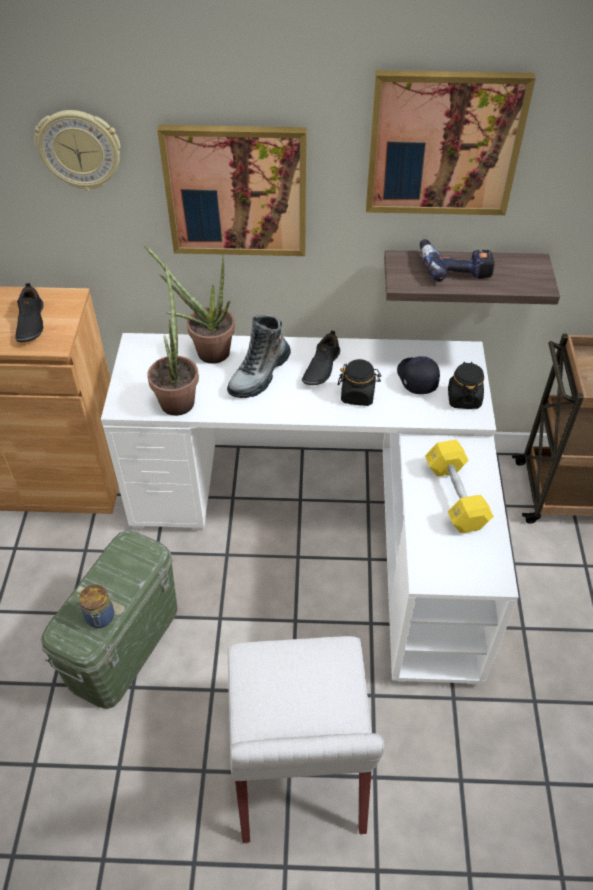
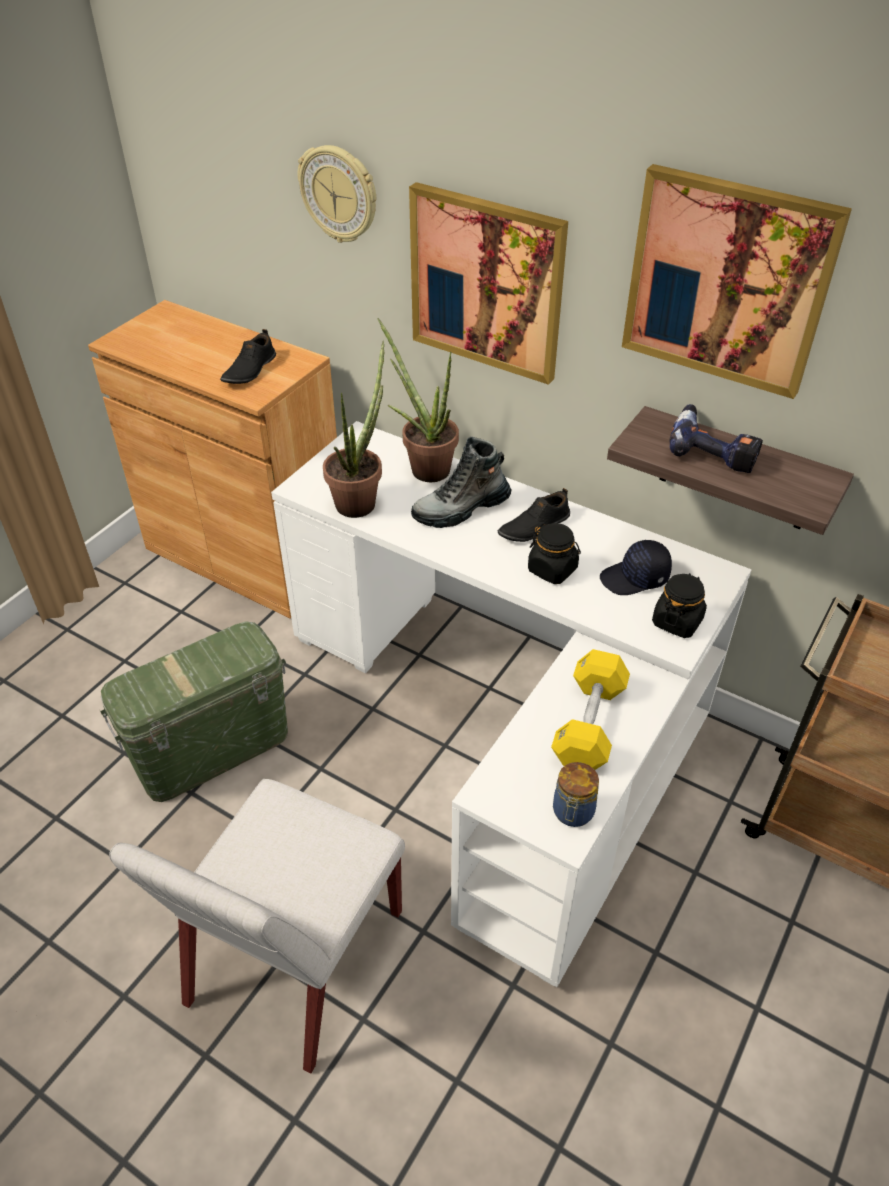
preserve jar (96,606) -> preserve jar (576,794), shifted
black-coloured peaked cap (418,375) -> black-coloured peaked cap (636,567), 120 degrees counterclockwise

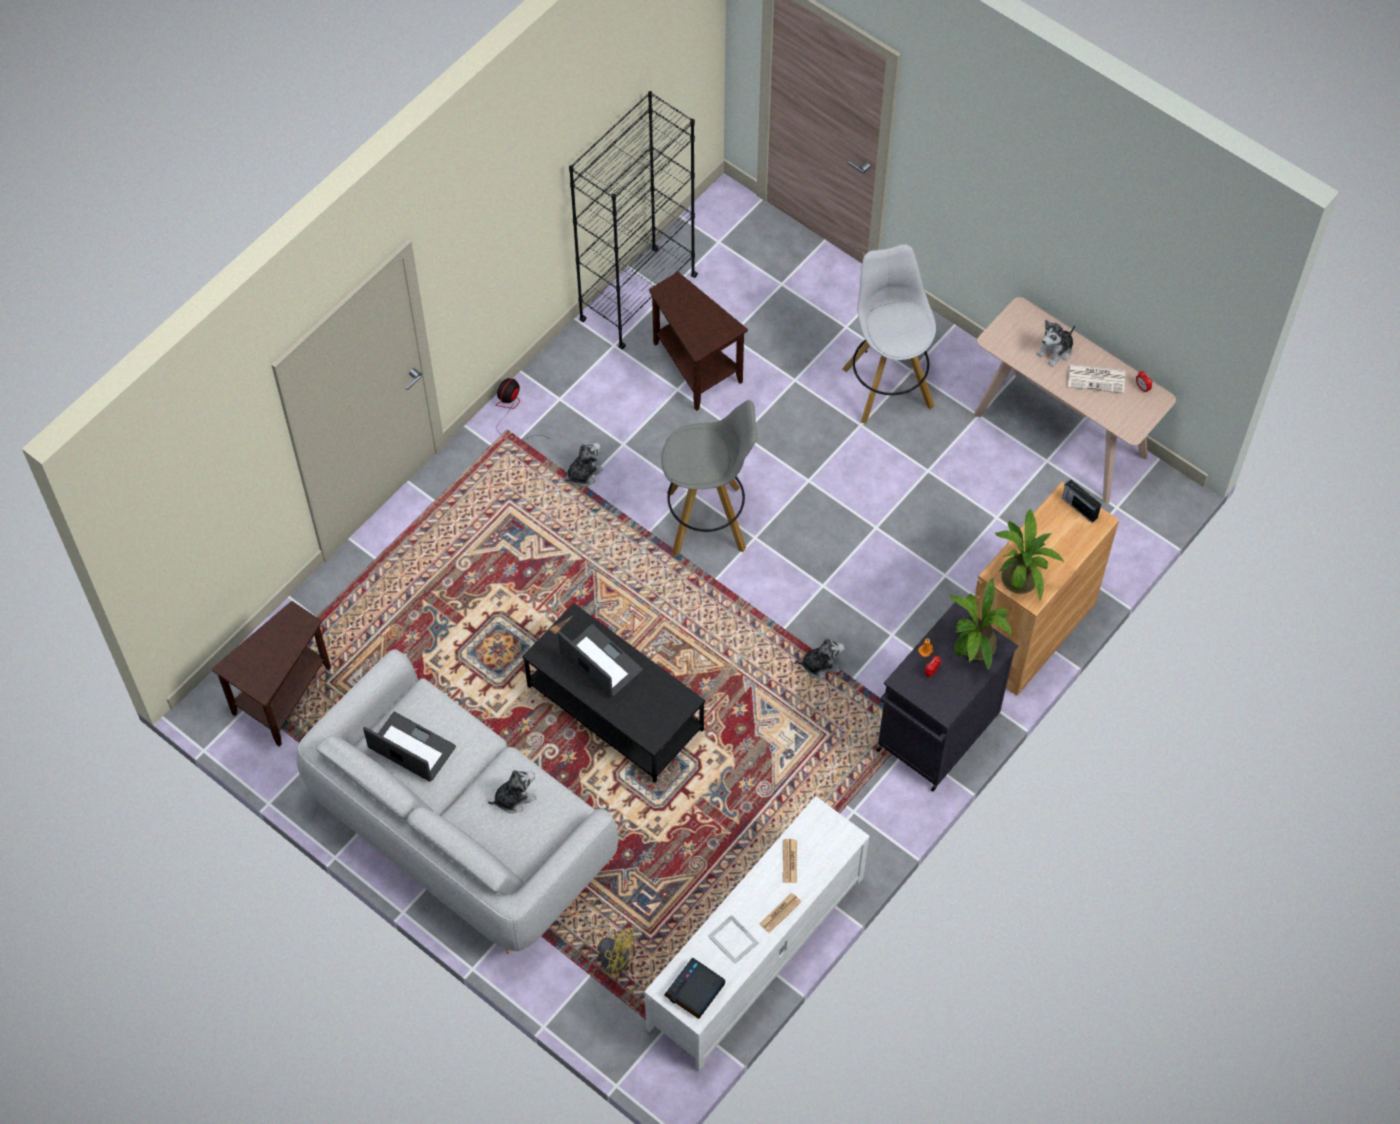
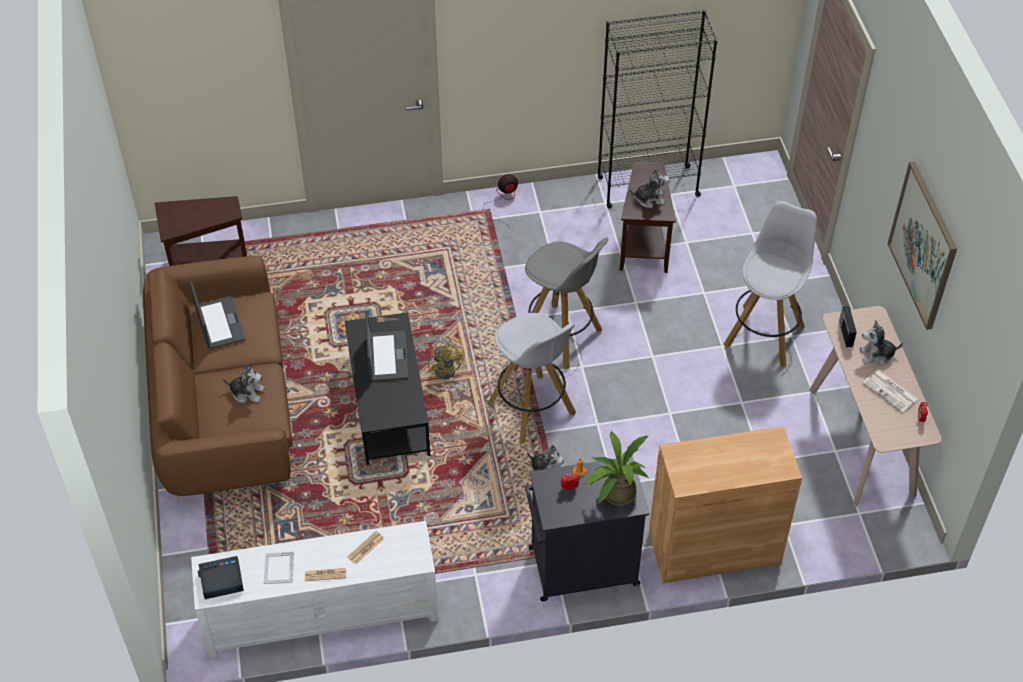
grey couch (457,801) -> brown-coloured couch (218,377)
yellow fan (610,949) -> yellow fan (446,357), shifted
none -> whitish stool seat (531,378)
soft toy (584,465) -> soft toy (650,188), shifted
radio receiver (1081,501) -> radio receiver (848,326), shifted
none -> wall picture (922,245)
houseplant (1029,554) -> none

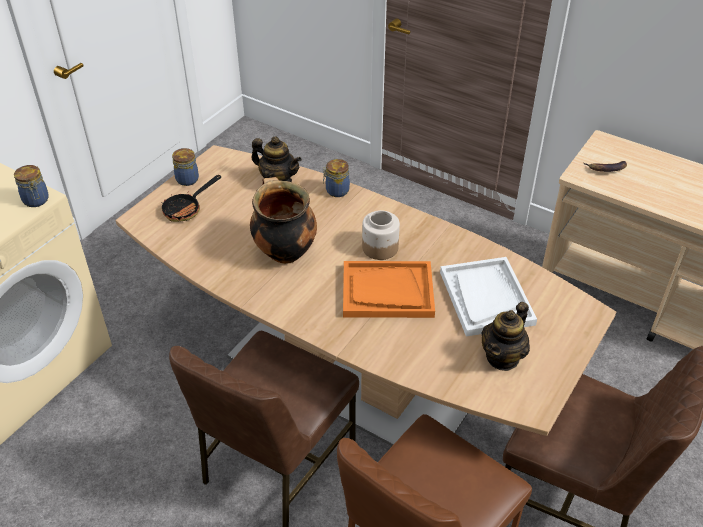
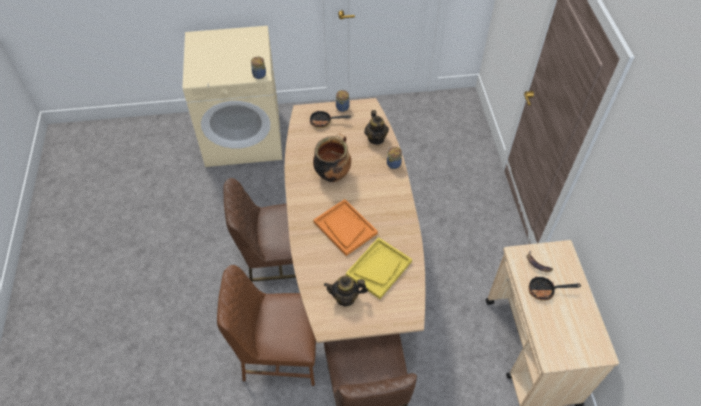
whitish carrying tray (488,297) -> yellow carrying tray (379,268)
none -> frying pan (555,288)
preserve jar (381,235) -> none

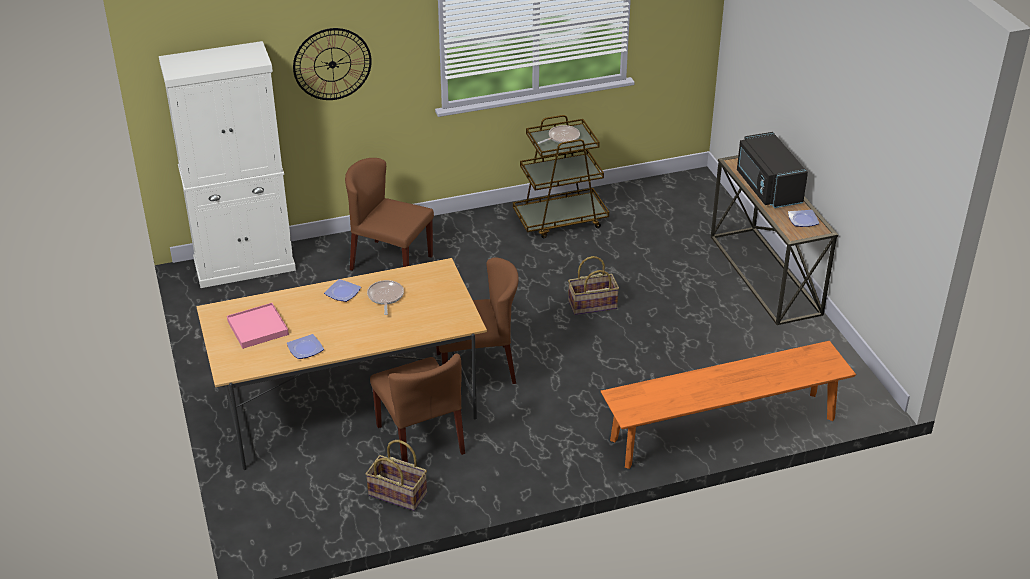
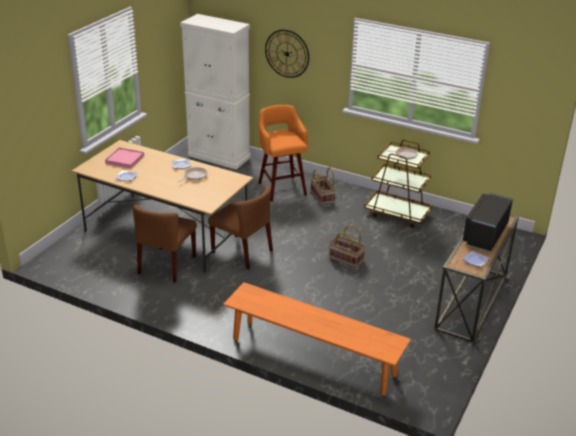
brown-coloured chair (389,214) -> orangey stool seat (283,153)
basket (396,475) -> basket (323,186), shifted

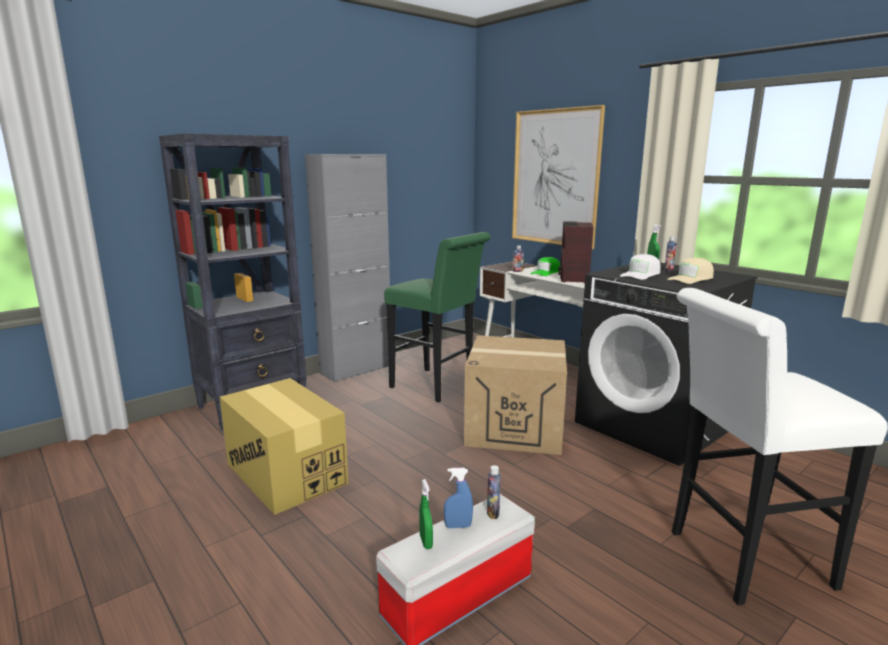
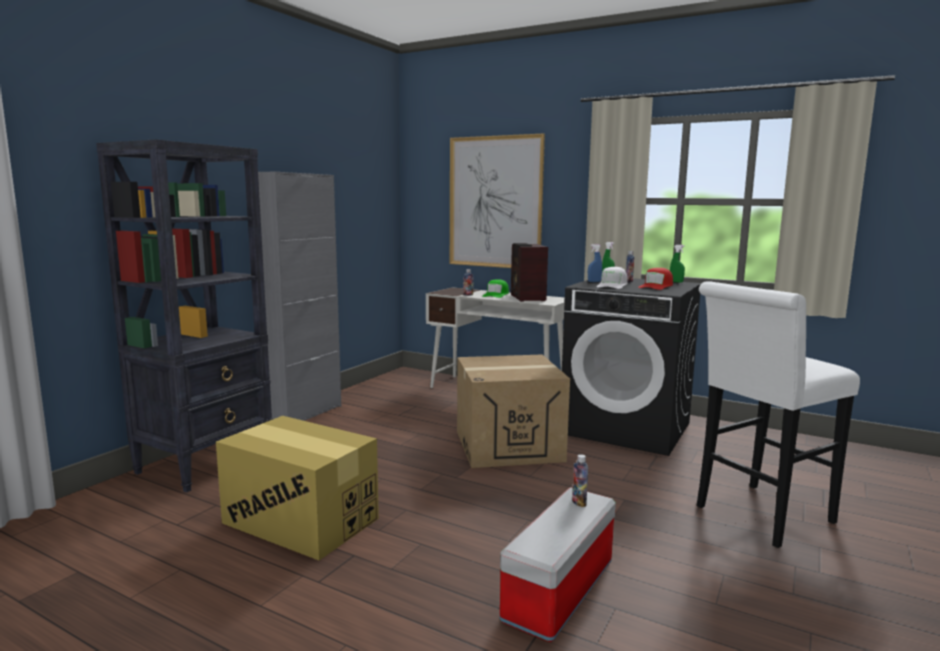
bluish hand sprayer (458,498) -> bluish hand sprayer (595,263), shifted
beige peaked cap (690,271) -> red-coloured peaked cap (655,279)
green hand sprayer (426,514) -> green hand sprayer (677,264), shifted
green stool seat (437,317) -> none

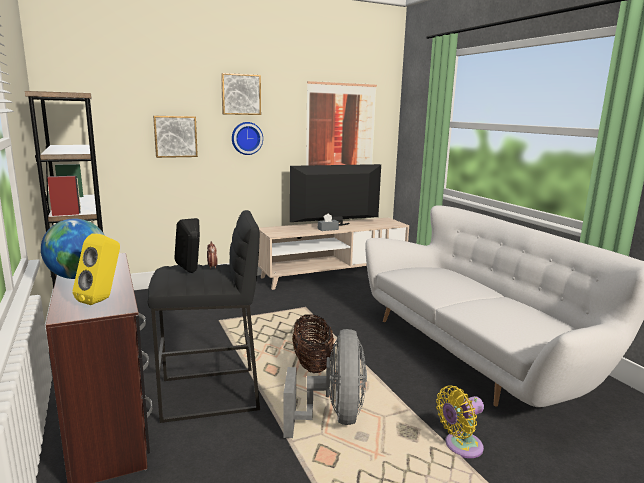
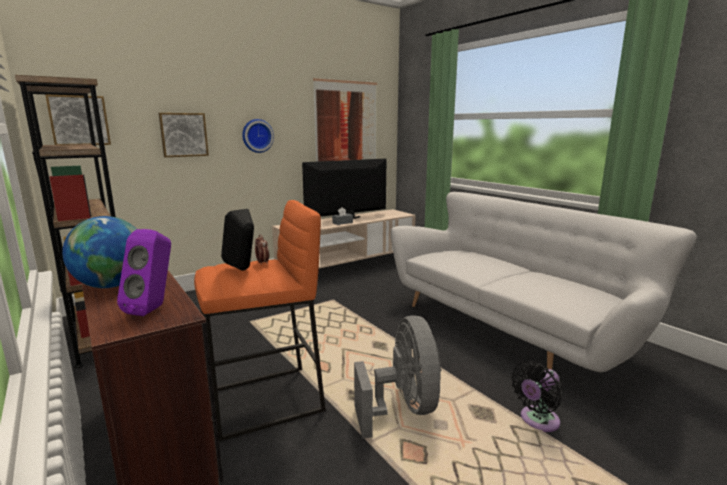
wall picture (241,94) -> wall picture (78,119), shifted
yellow loudspeaker (96,269) -> purplish loudspeaker (144,272)
black-coloured stool seat (204,316) -> orangey stool seat (260,321)
yellow fan (460,421) -> black-coloured fan (536,396)
basket (313,344) -> none

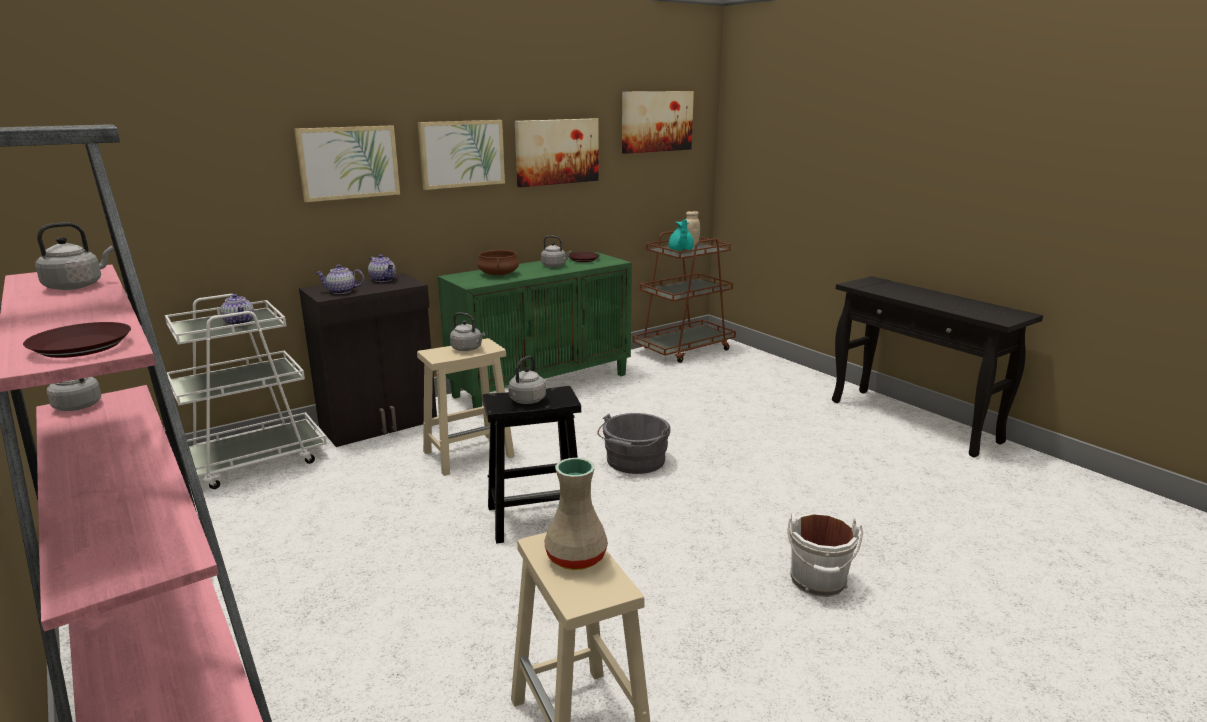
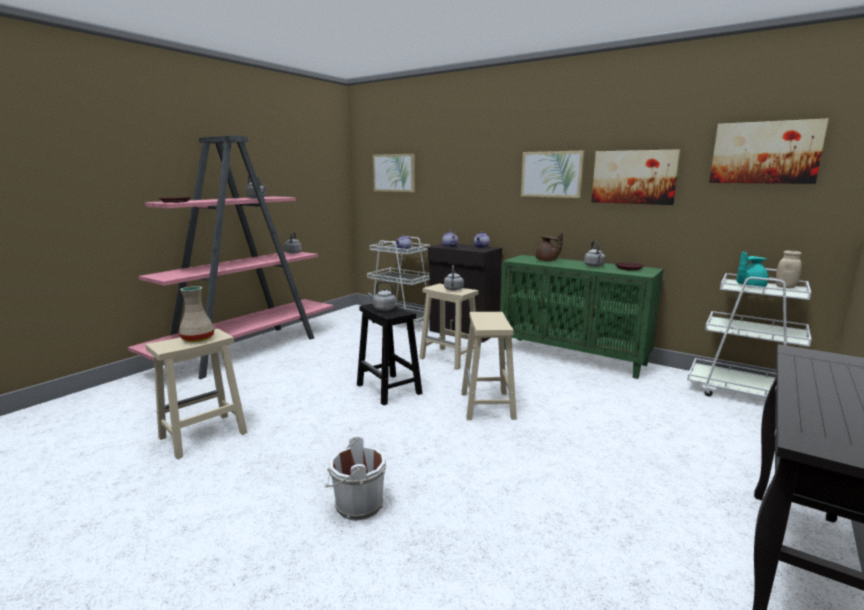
wall picture (347,163) -> wall picture (394,173), shifted
grey water bucket (634,443) -> beige stool seat (489,366)
brown-coloured stockpot (498,262) -> brown-coloured teapot (549,247)
brown-coloured trolley (684,297) -> whitish trolley (749,333)

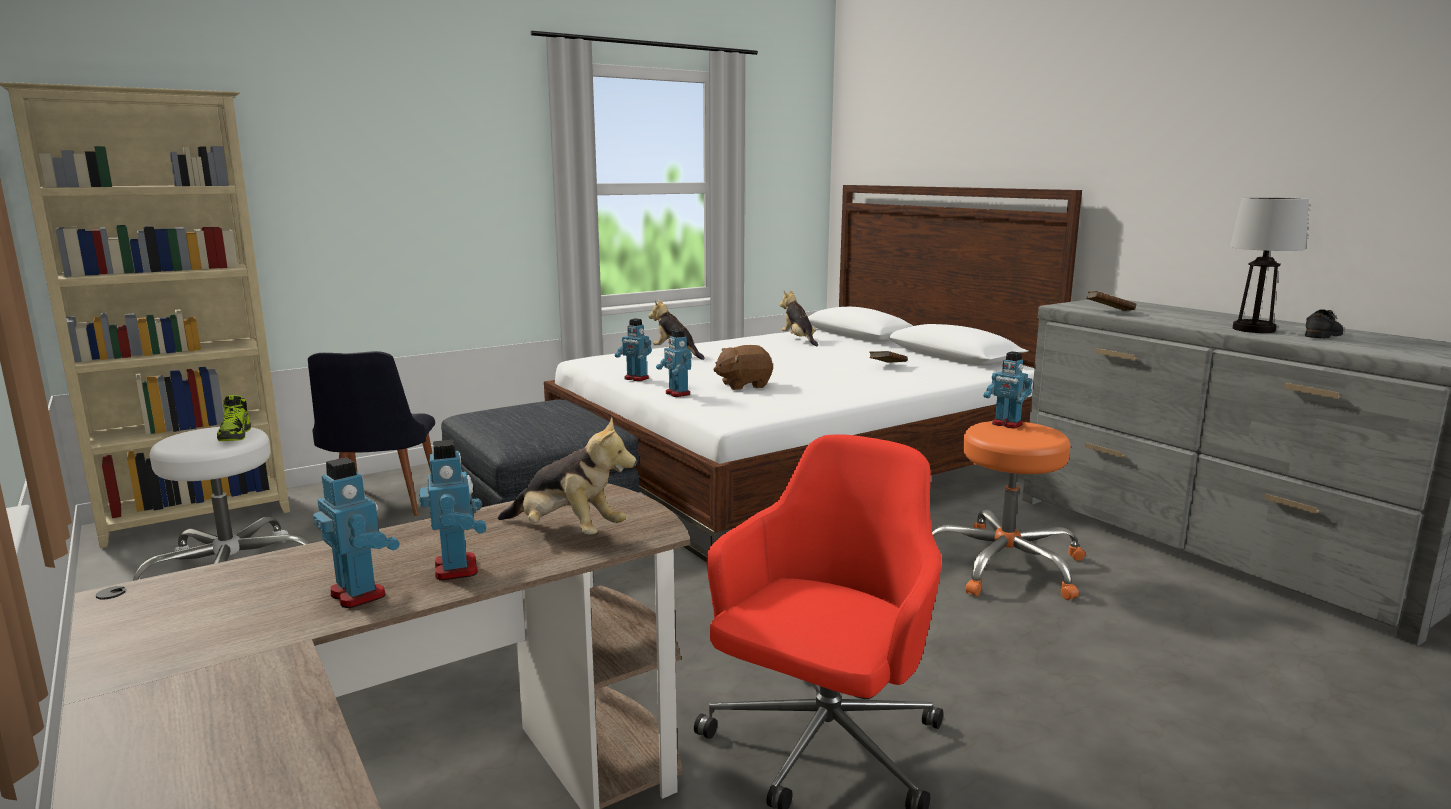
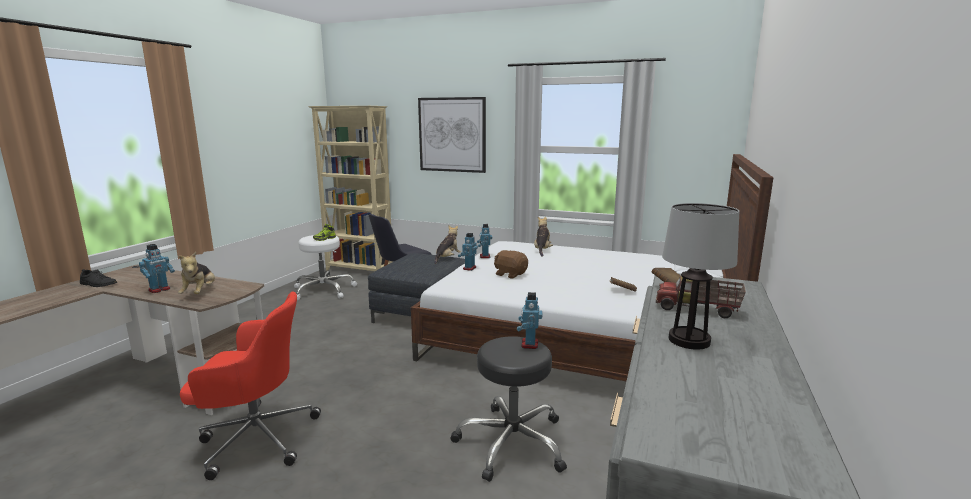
black-coloured low shoe (1324,323) -> black-coloured low shoe (98,278), shifted
none -> wall picture (452,135)
soft toy (799,318) -> soft toy (448,244), shifted
orangey stool seat (1008,510) -> black-coloured stool seat (508,409)
none -> model truck (701,297)
toy robot (356,532) -> none

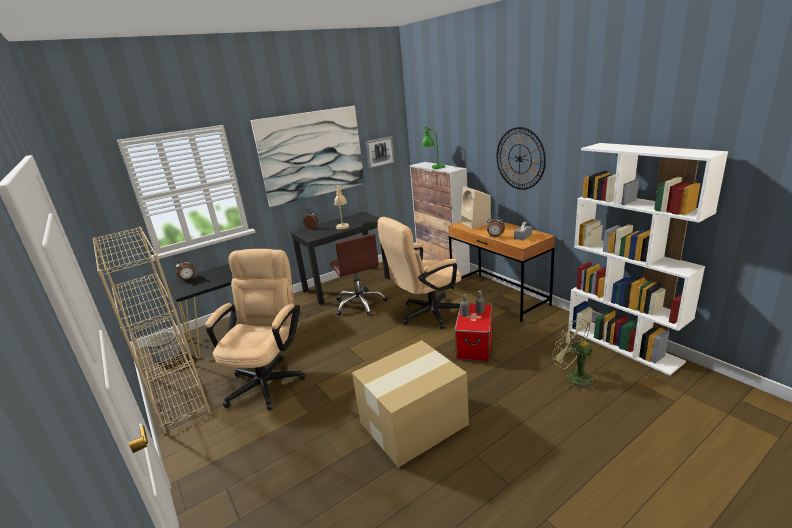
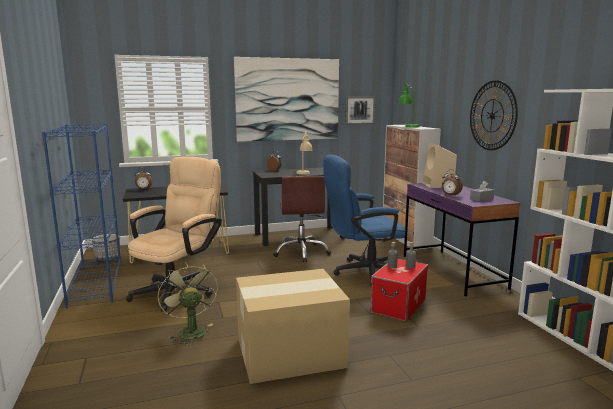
beige bookshelf (151,330) -> bluish bookshelf (81,216)
green fan (573,355) -> green fan (188,303), shifted
beige computer chair (419,273) -> bluish computer chair (364,220)
brown-coloured desk unit (501,272) -> purplish desk unit (462,240)

